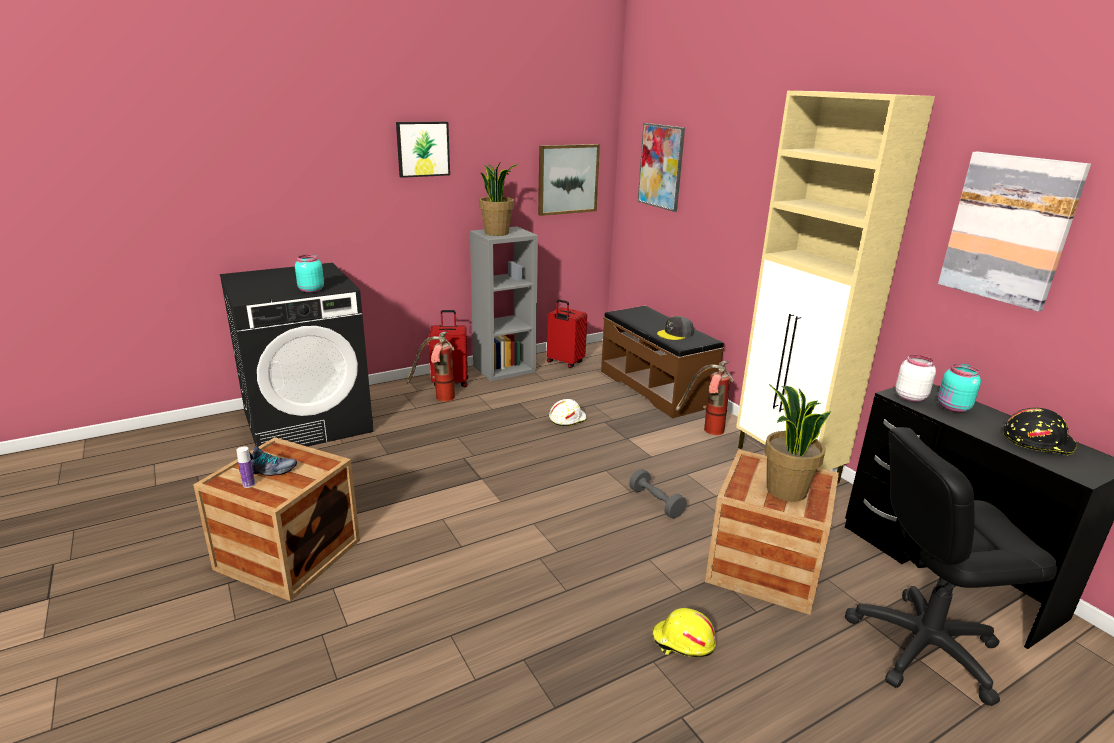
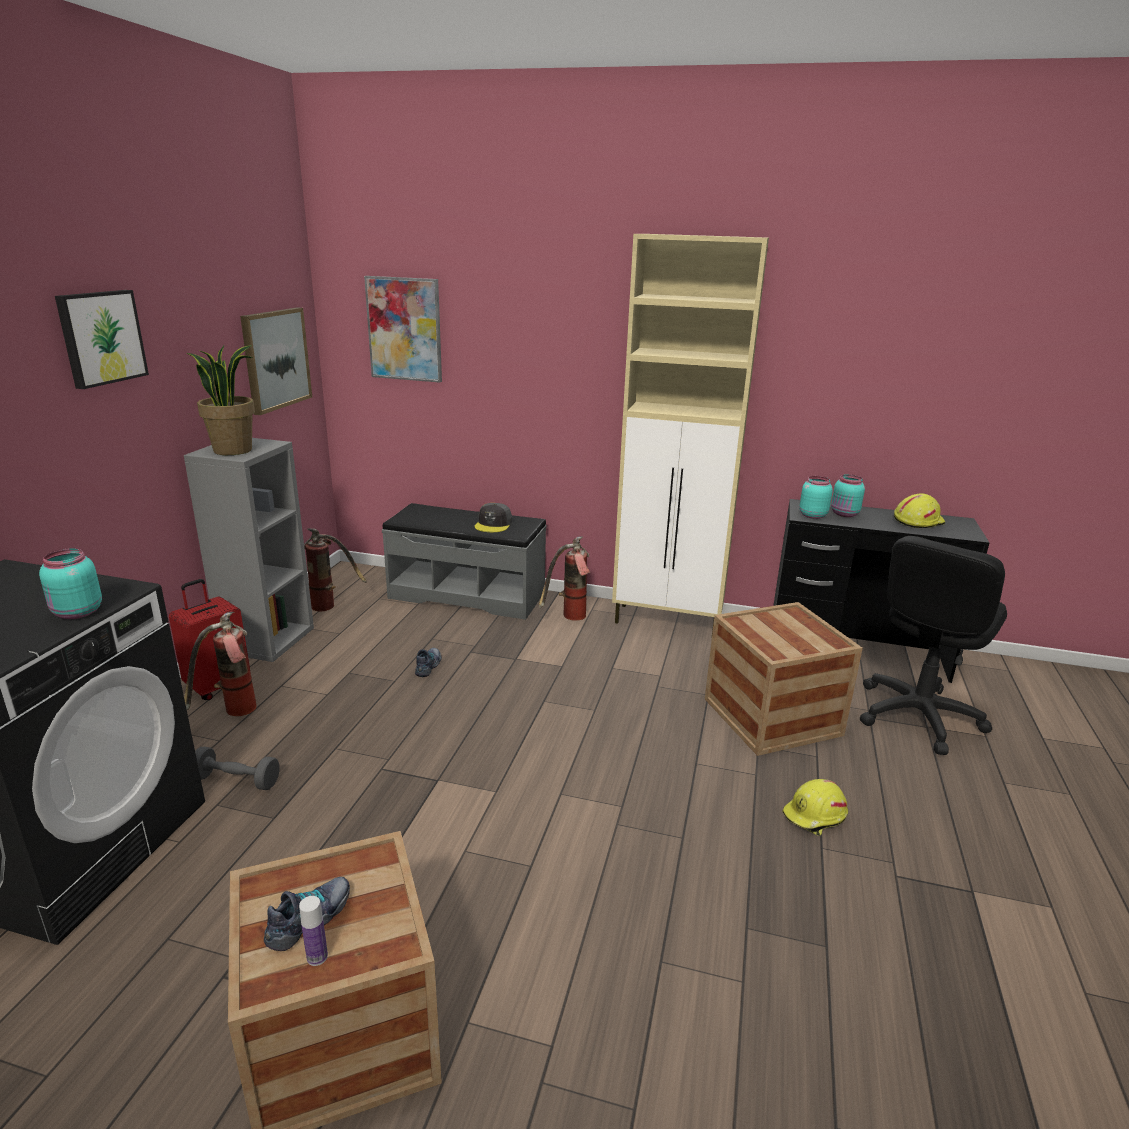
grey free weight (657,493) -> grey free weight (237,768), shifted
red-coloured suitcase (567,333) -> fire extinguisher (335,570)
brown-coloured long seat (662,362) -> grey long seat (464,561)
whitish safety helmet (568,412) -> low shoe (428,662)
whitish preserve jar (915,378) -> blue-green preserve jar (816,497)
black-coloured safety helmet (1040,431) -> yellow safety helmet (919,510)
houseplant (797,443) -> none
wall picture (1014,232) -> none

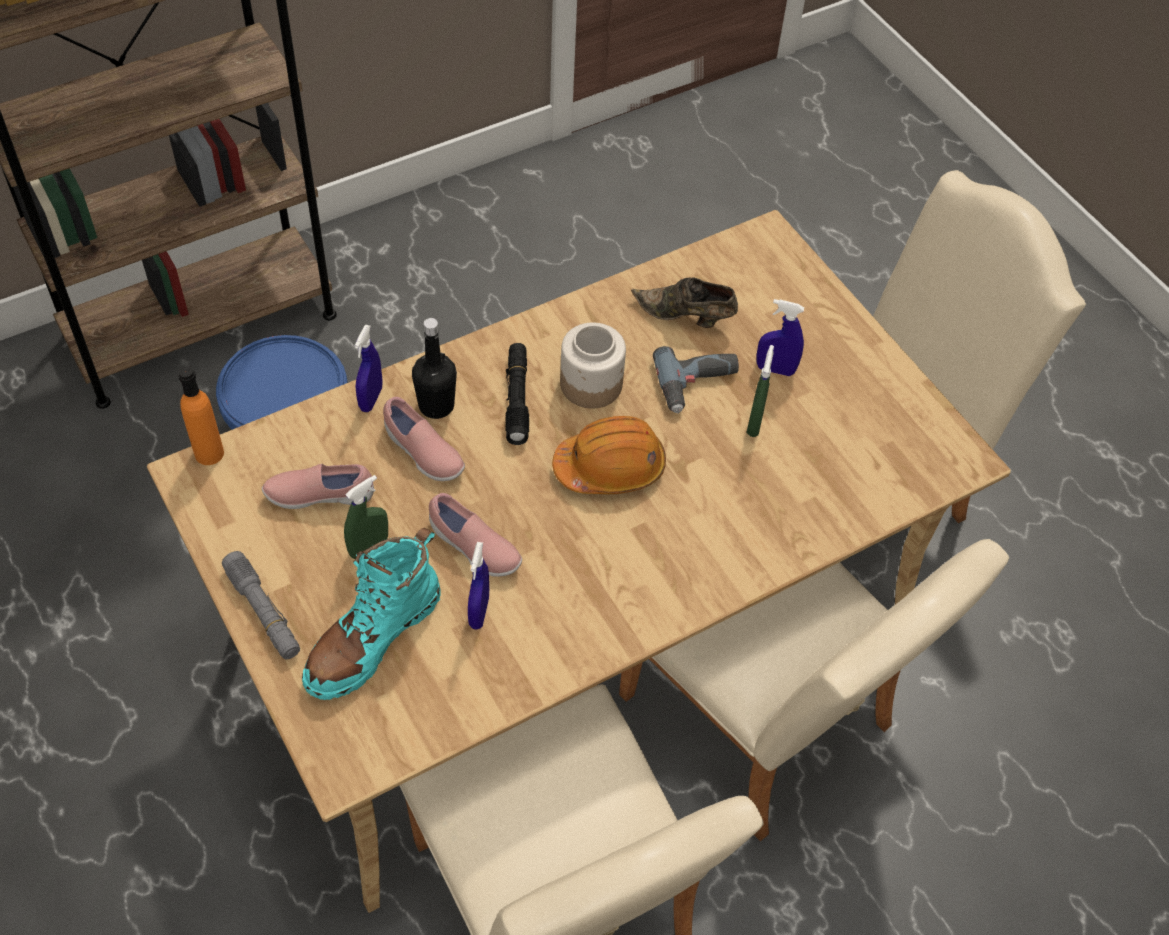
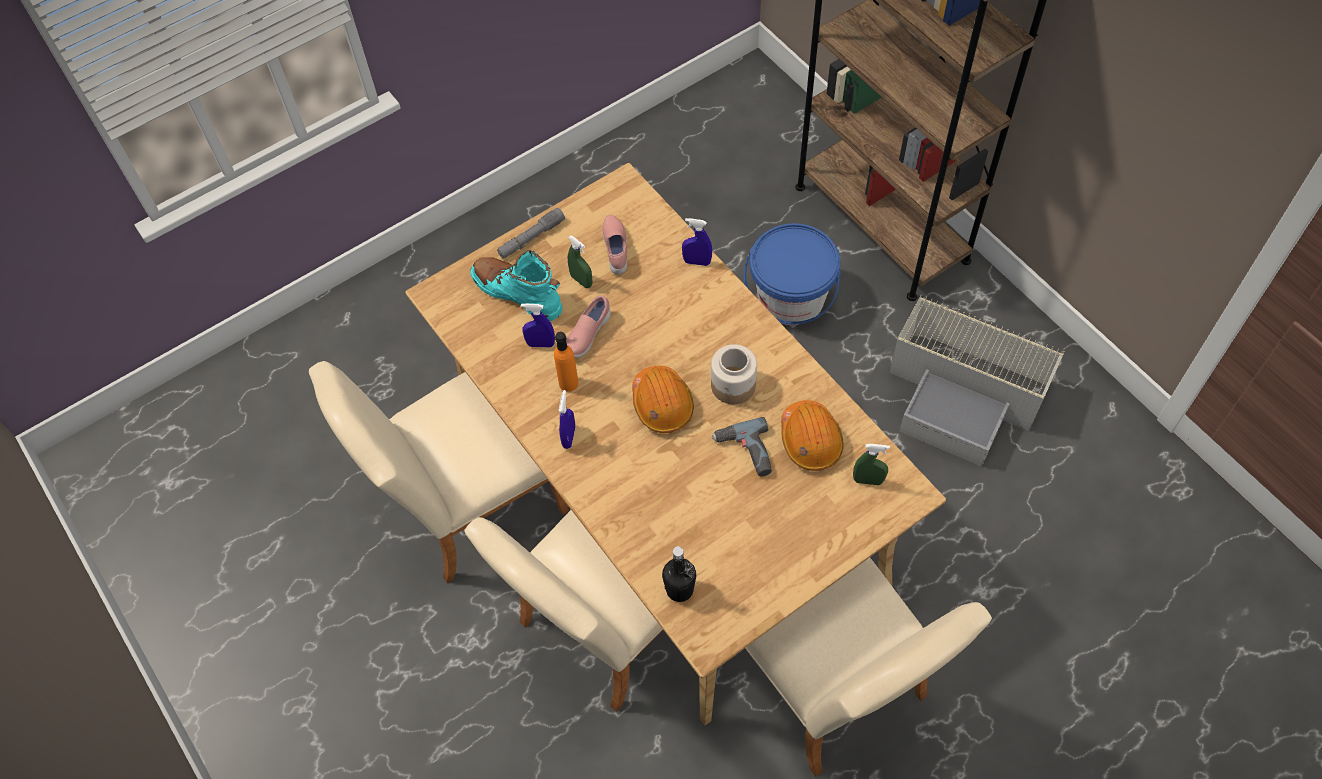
orangey bottle (201,415) -> orangey bottle (566,362), shifted
bluish hand sprayer (780,337) -> bluish hand sprayer (567,419), shifted
black-coloured bottle (434,368) -> black-coloured bottle (679,574), shifted
brown-coloured low shoe (684,302) -> orangey safety helmet (812,435)
green hand sprayer (760,391) -> green hand sprayer (871,464), shifted
none -> grey storage bin (977,380)
pink-coloured low shoe (424,439) -> none
black-coloured hand torch (517,394) -> none

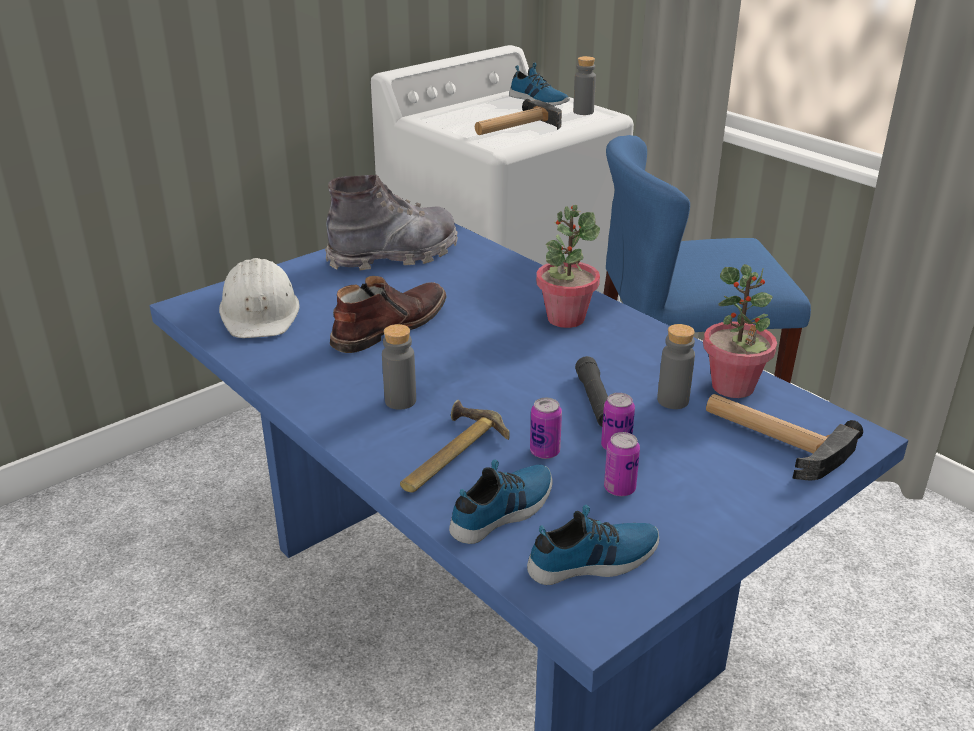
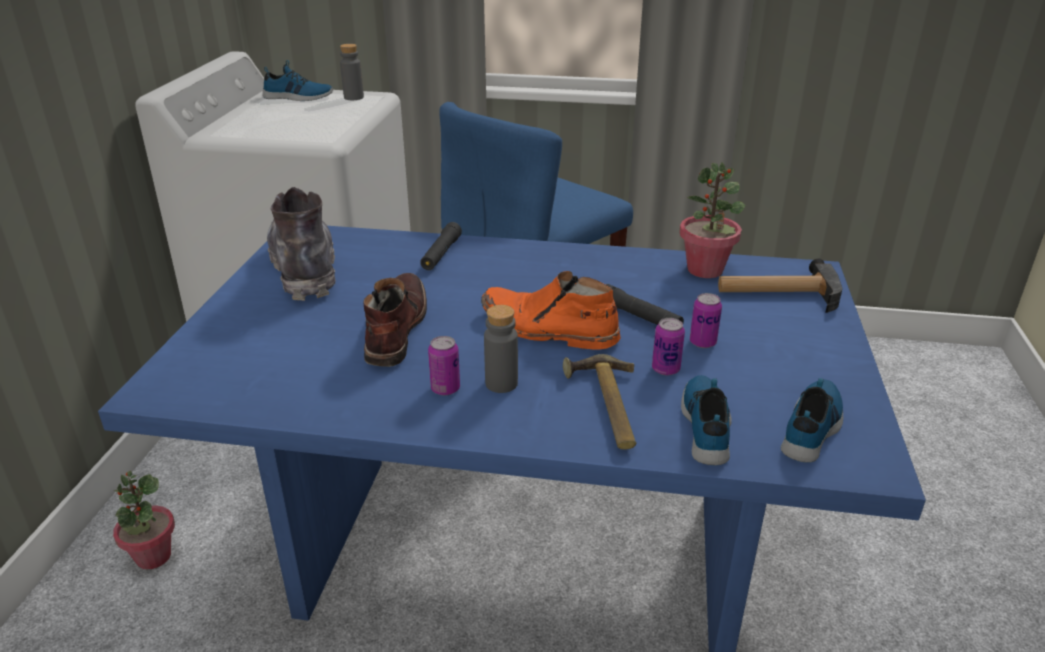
houseplant (568,266) -> houseplant (144,520), shifted
grey boot (391,223) -> grey boot (301,244), 45 degrees counterclockwise
none -> black-coloured hand torch (441,246)
sealed can (622,464) -> sealed can (444,366), shifted
none -> orangey boot (551,310)
whitish safety helmet (259,298) -> none
hammer (518,117) -> none
grey bottle (676,366) -> none

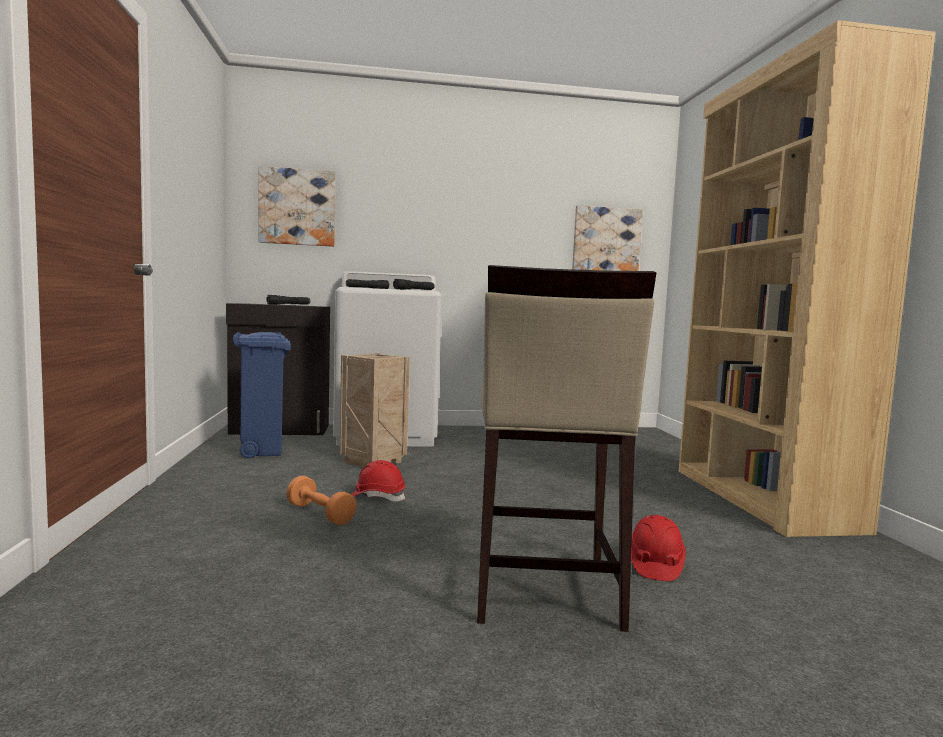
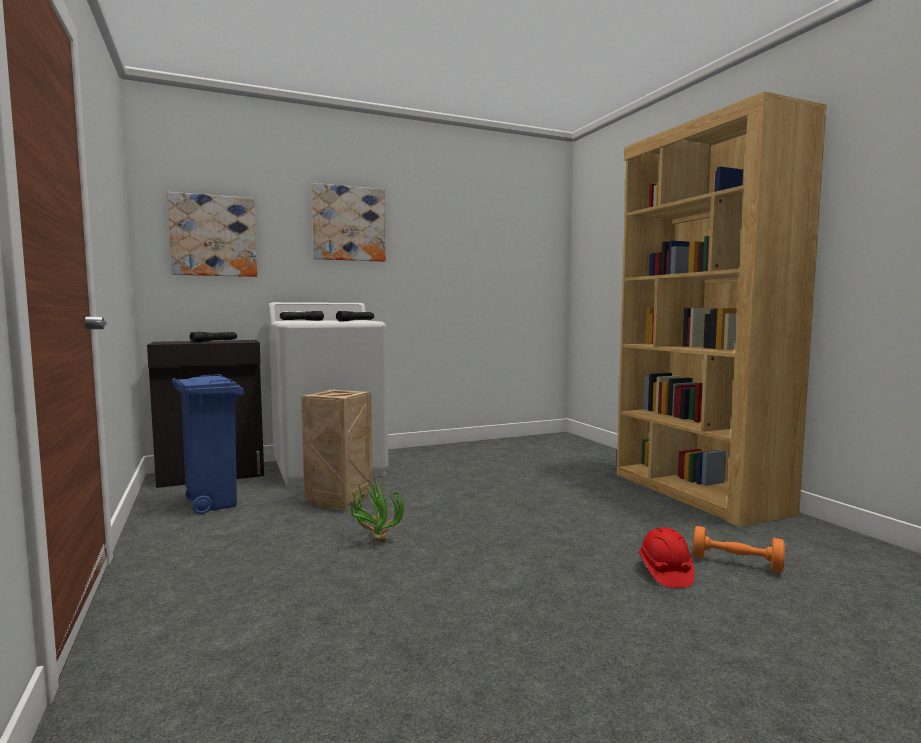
wall picture (607,238) -> wall picture (348,222), shifted
red-coloured safety helmet (378,481) -> houseplant (375,510)
orangey free weight (321,500) -> orangey free weight (739,549), shifted
beige stool seat (566,448) -> none

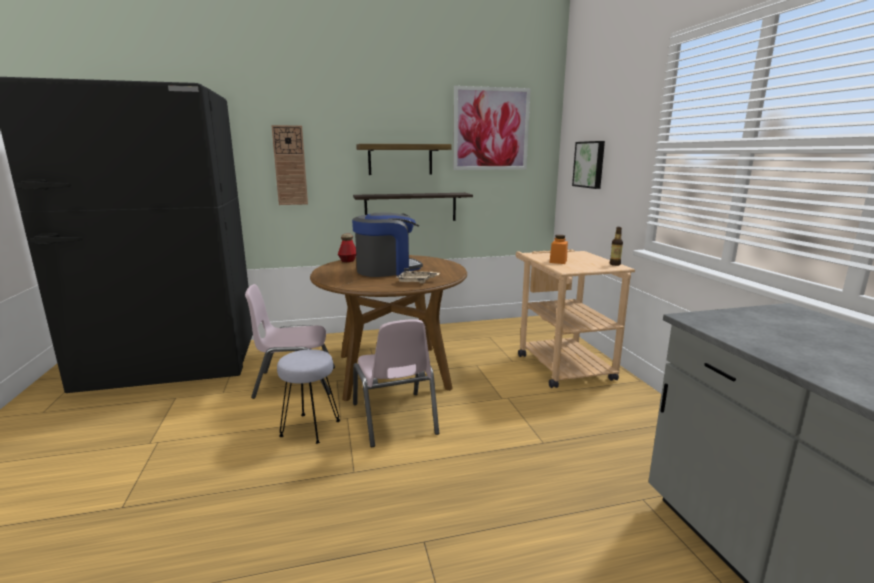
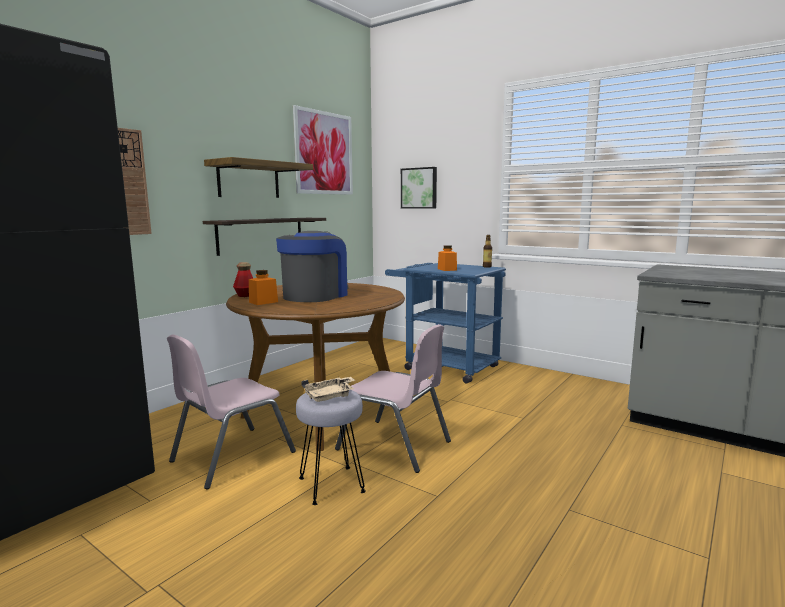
none -> orangey preserve jar (263,287)
beige carrying tray (418,275) -> beige carrying tray (329,389), shifted
beige trolley (575,318) -> bluish trolley (445,323)

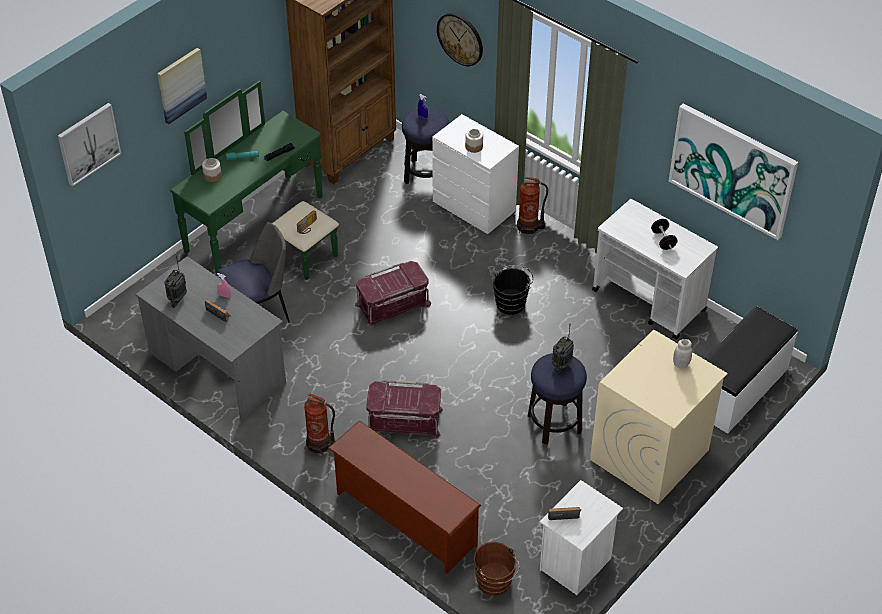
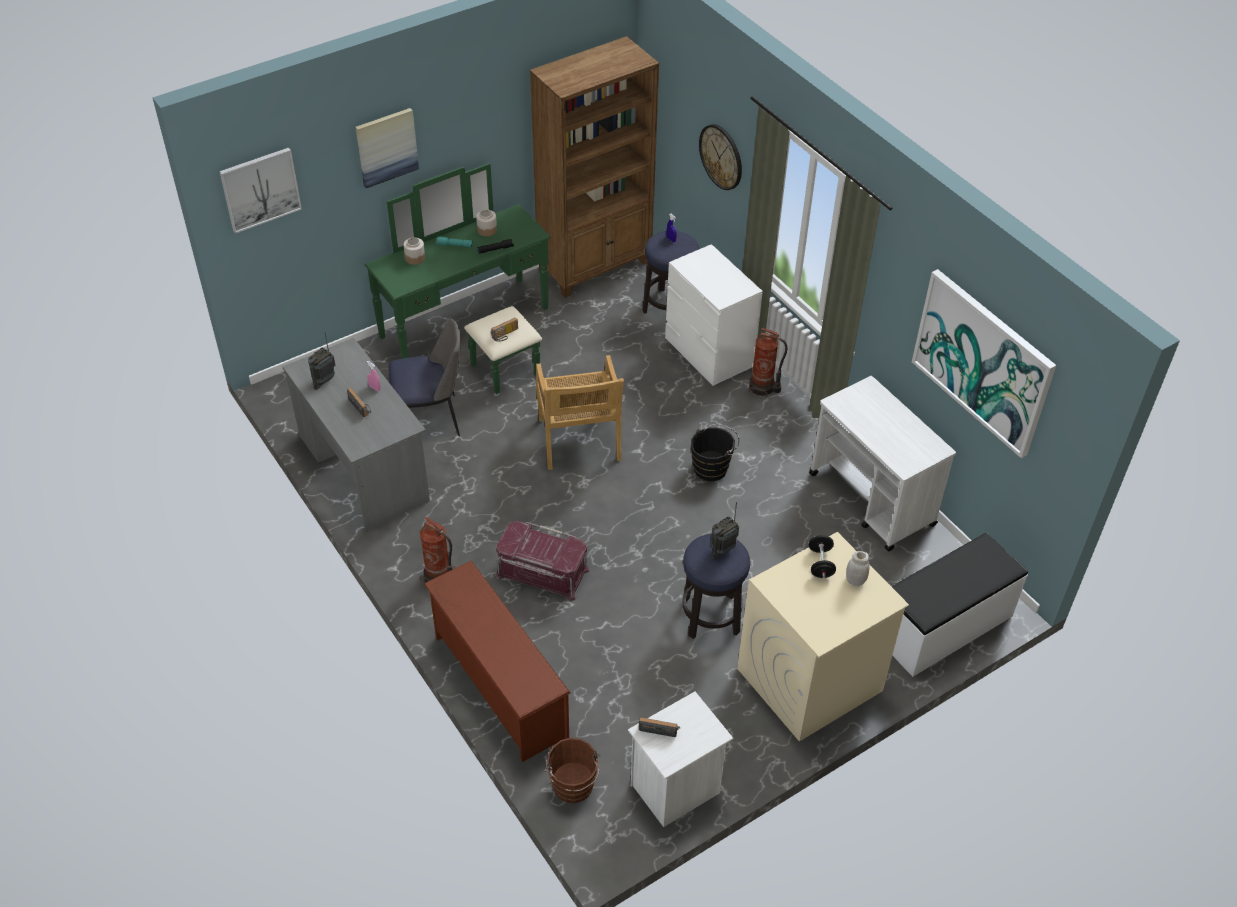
preserve jar (474,141) -> preserve jar (486,223), shifted
red-coloured storage bin (393,294) -> beige chair (580,412)
black-coloured free weight (664,234) -> black-coloured free weight (822,556), shifted

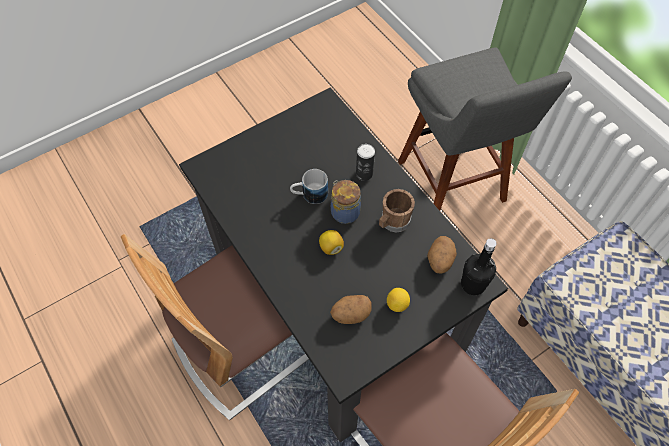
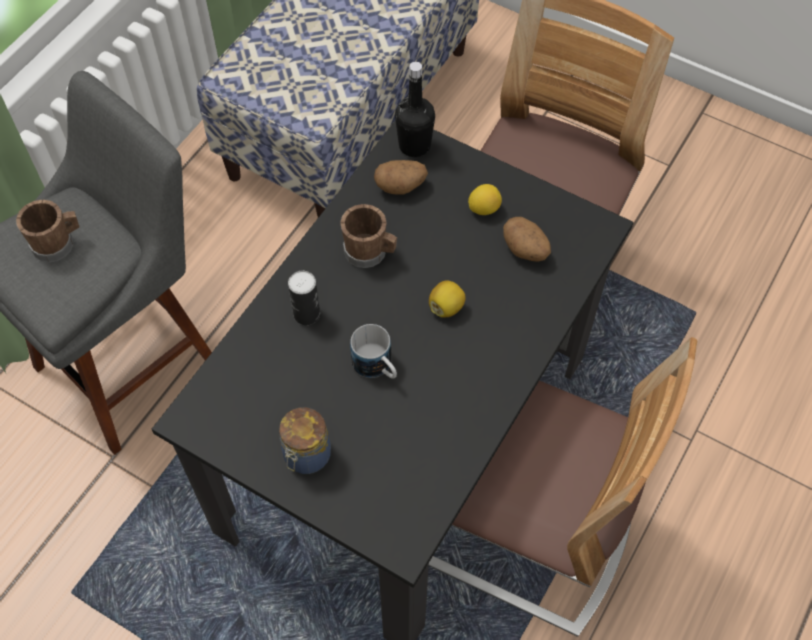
none -> brown-coloured mug (47,231)
preserve jar (346,202) -> preserve jar (305,440), shifted

